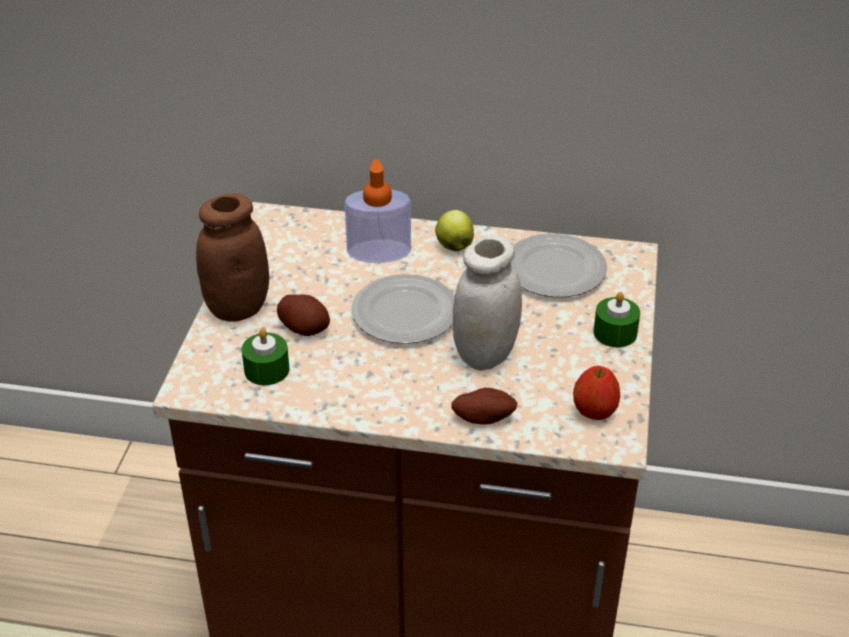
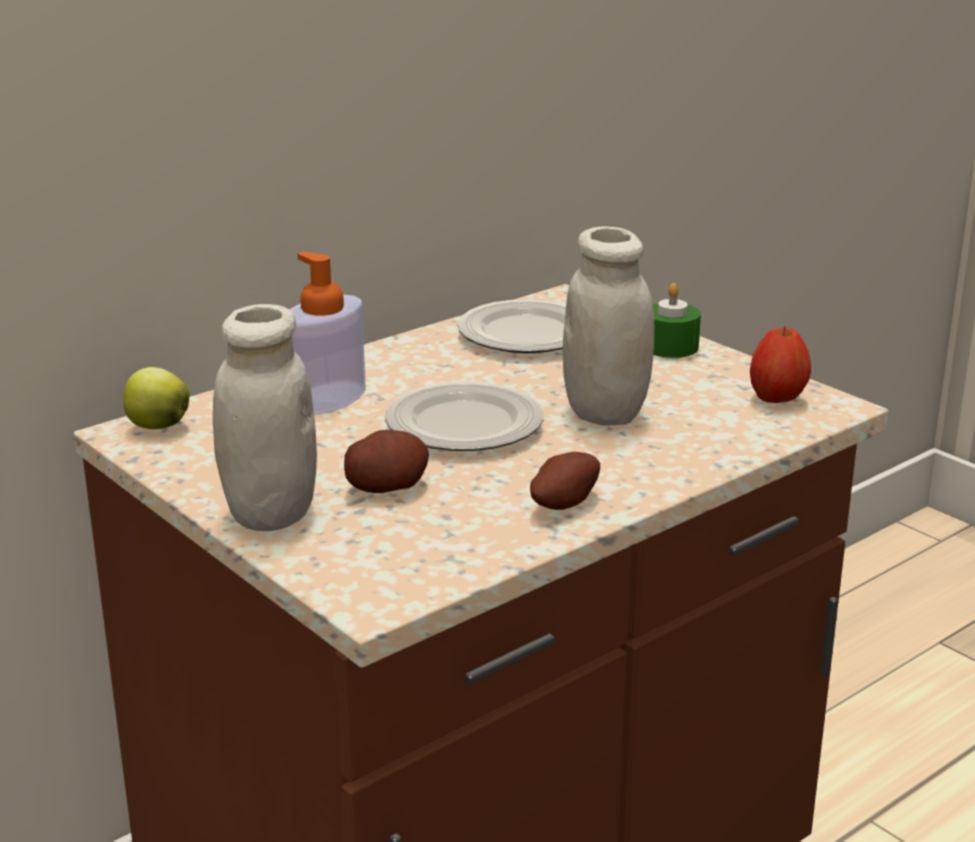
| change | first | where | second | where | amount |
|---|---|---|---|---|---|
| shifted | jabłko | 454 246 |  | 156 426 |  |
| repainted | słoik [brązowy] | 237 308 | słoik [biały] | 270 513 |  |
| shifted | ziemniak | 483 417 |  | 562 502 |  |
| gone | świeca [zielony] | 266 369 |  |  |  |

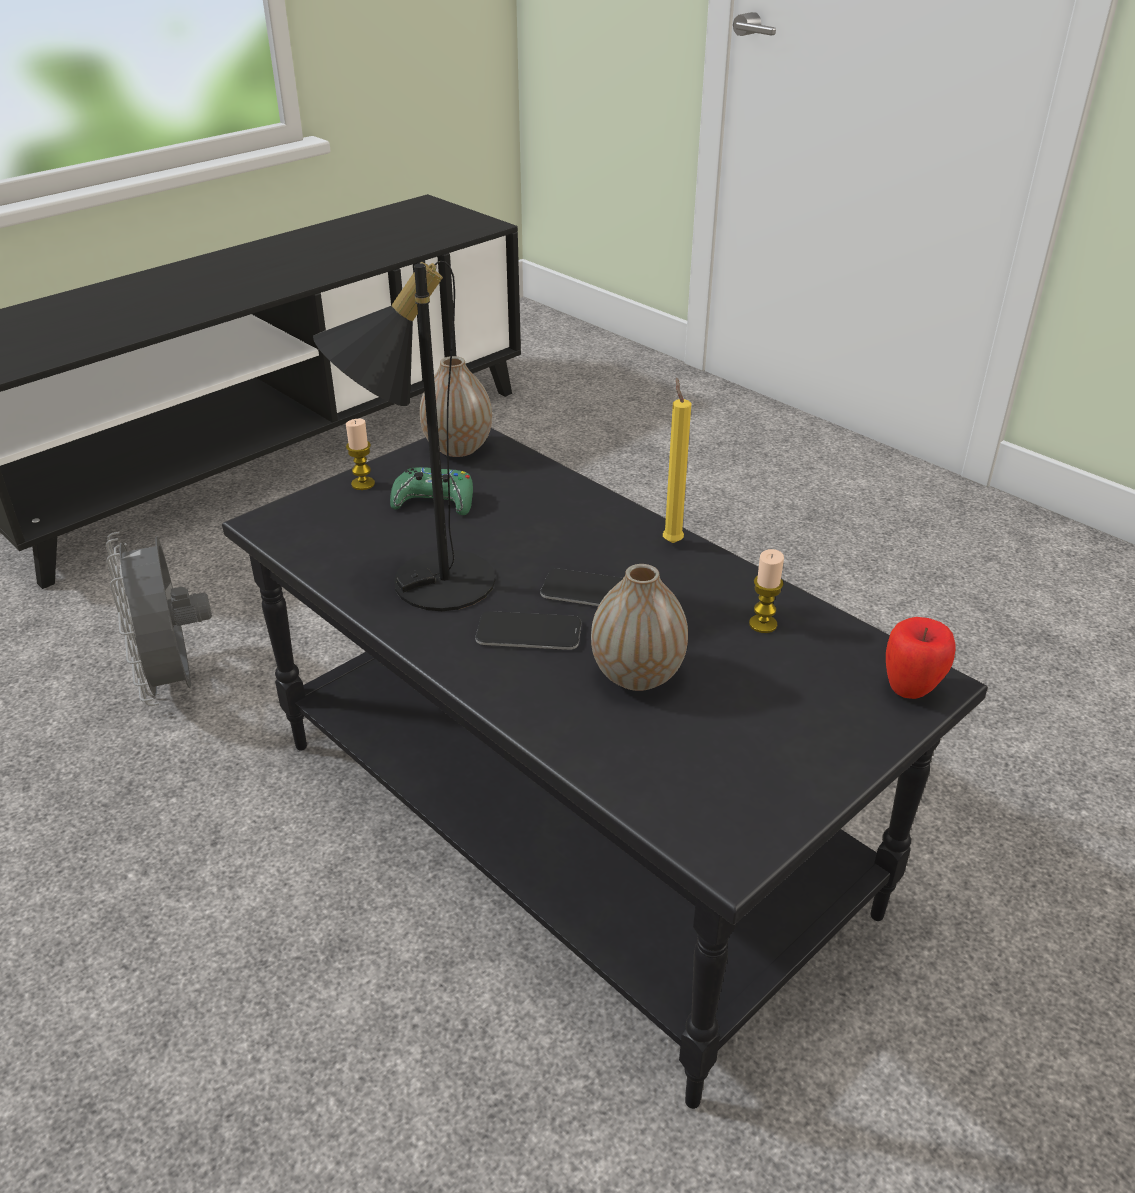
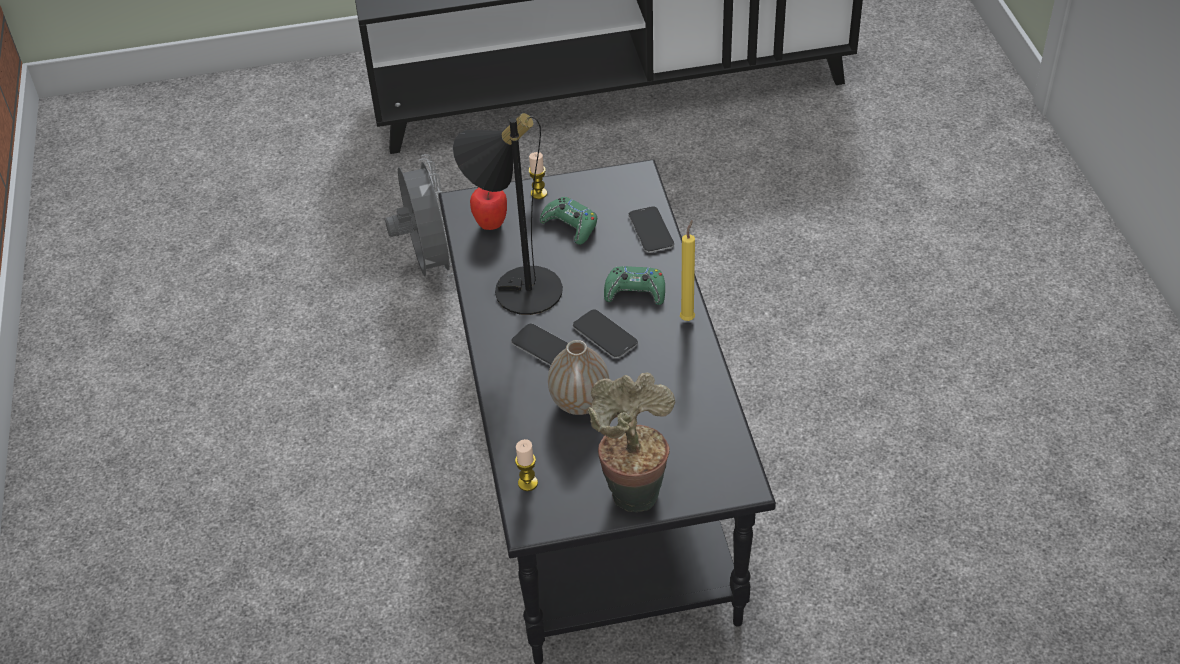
| change | first | where | second | where | amount |
|---|---|---|---|---|---|
| rotated | wentylator [szary] | 175 683 |  | 429 264 | 150 degrees clockwise |
| shifted | jabłko | 910 690 |  | 491 225 |  |
| shifted | świeca | 763 624 |  | 527 483 |  |
| new |  |  | roślina doniczkowa | 633 489 |  |
| new |  |  | pad do gier [zielony] | 635 292 |  |
| new |  |  | telefon | 651 231 |  |
| gone | wazon | 458 448 |  |  |  |

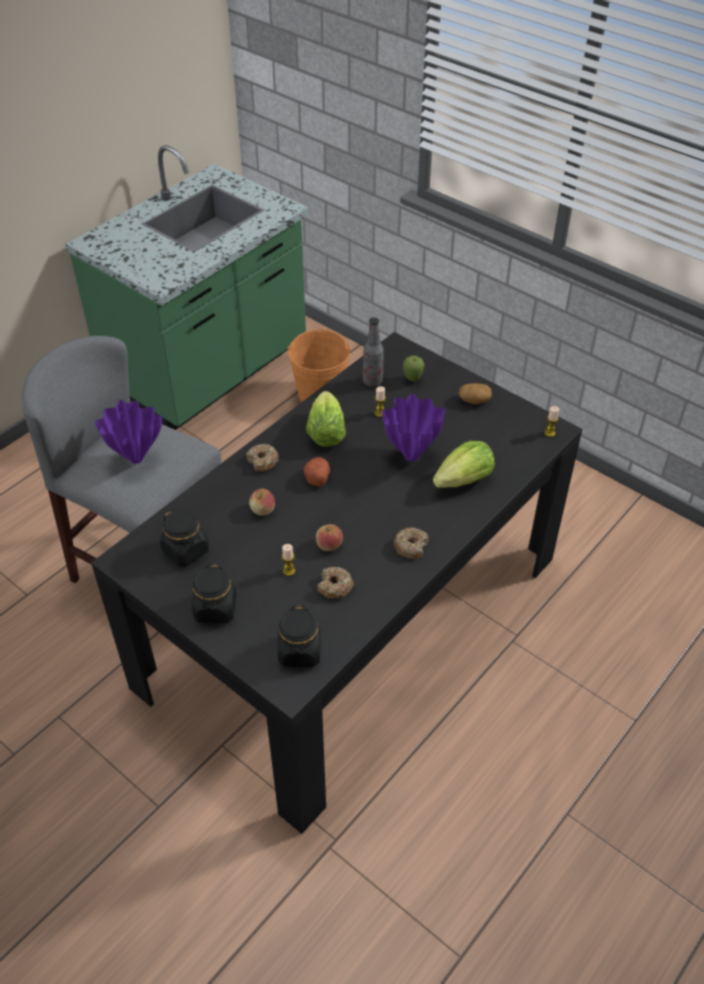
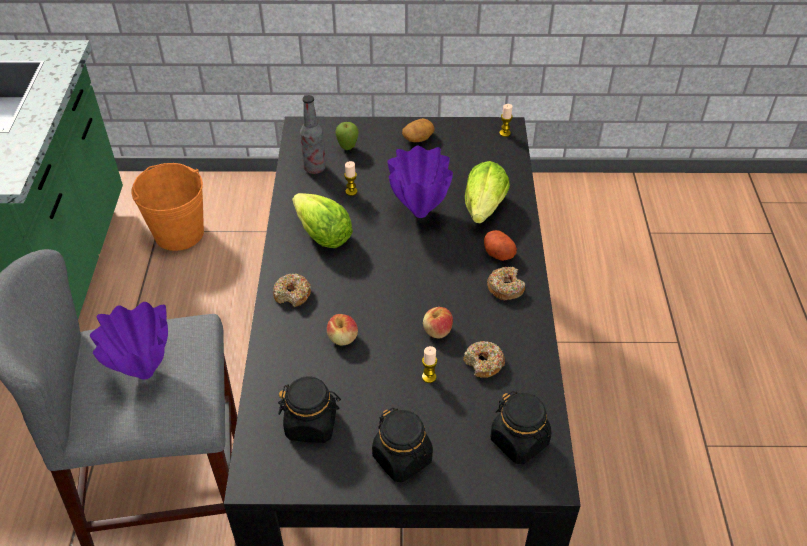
| change | first | where | second | where | amount |
|---|---|---|---|---|---|
| shifted | ziemniak | 317 477 |  | 497 252 |  |

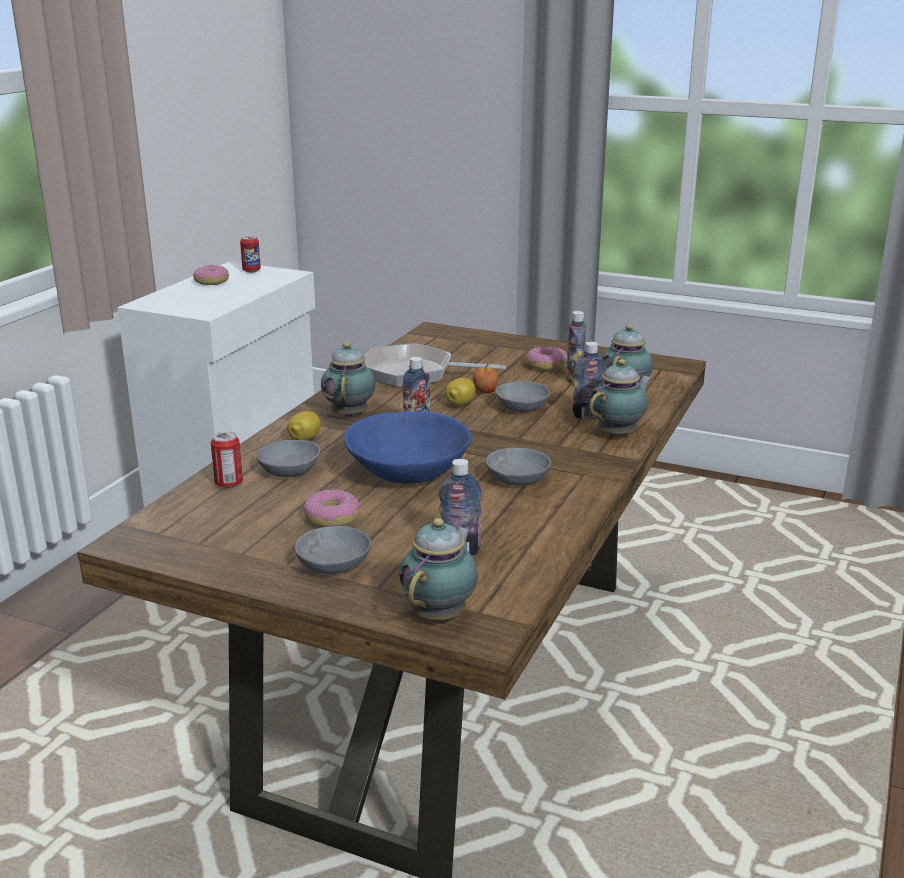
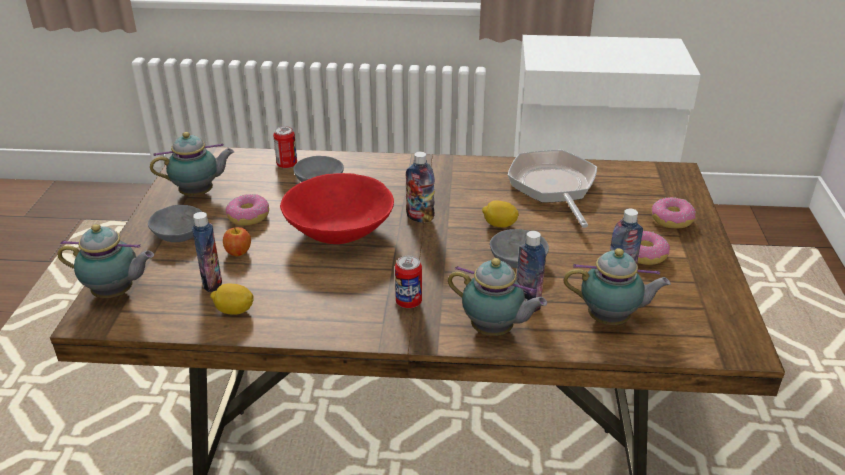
| change | first | where | second | where | amount |
|---|---|---|---|---|---|
| shifted | imbryk | 350 413 |  | 199 194 |  |
| shifted | cytryna | 304 439 |  | 234 311 |  |
| shifted | jabłko | 485 391 |  | 238 252 |  |
| repainted | miska [niebieski] | 408 472 | miska [czerwony] | 340 230 |  |
| shifted | puszka | 251 271 |  | 408 302 |  |
| shifted | donut | 211 281 |  | 671 219 |  |
| gone | miska [szary] | 517 480 |  |  |  |

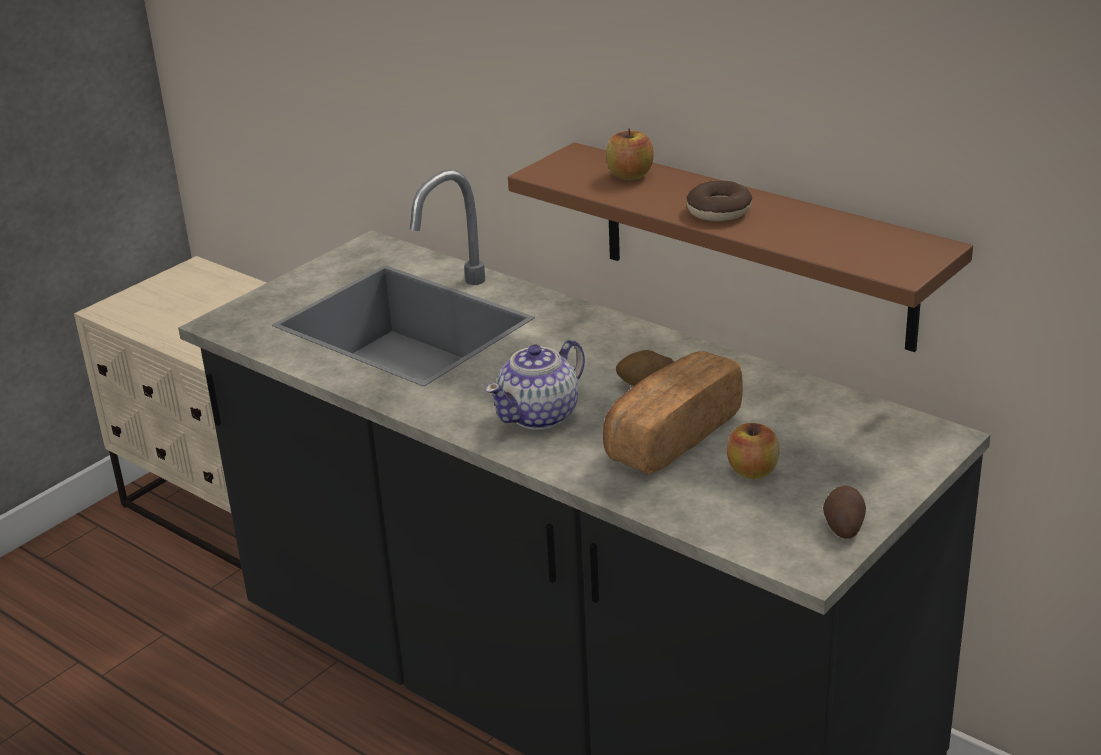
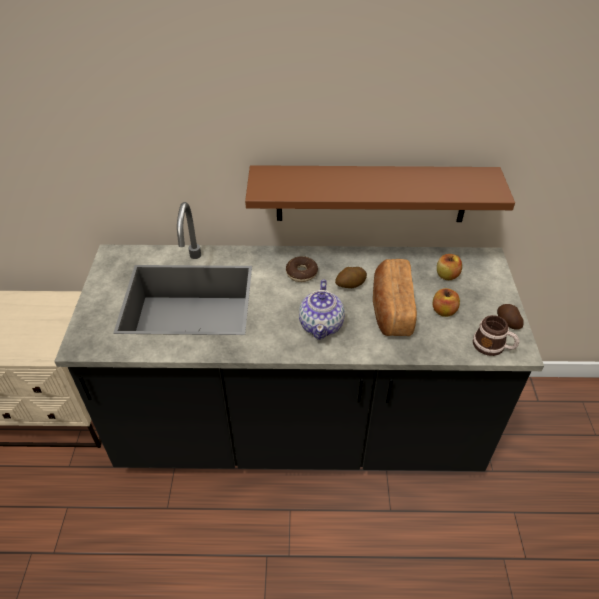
| change | first | where | second | where | amount |
|---|---|---|---|---|---|
| shifted | donut | 719 211 |  | 301 273 |  |
| shifted | jabłko | 630 175 |  | 447 275 |  |
| new |  |  | kubek | 493 346 |  |

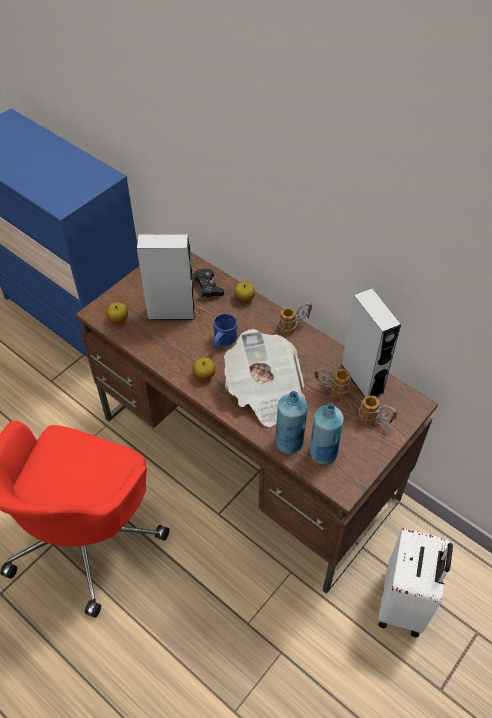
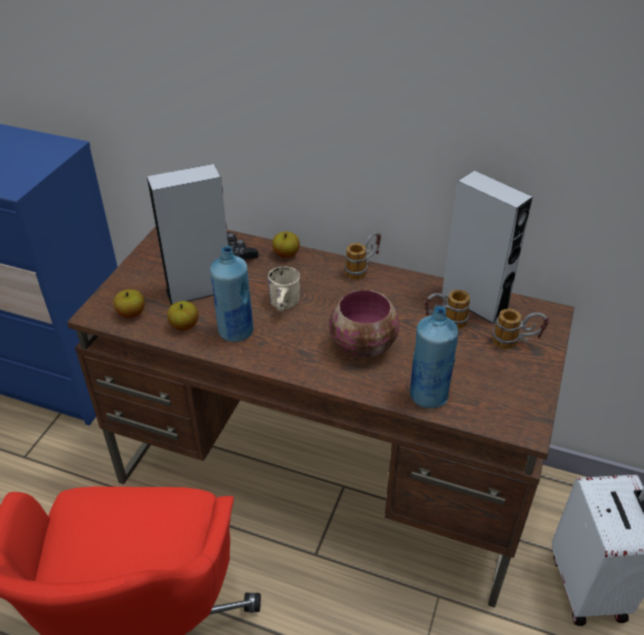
| change | first | where | second | where | amount |
|---|---|---|---|---|---|
| shifted | jabłko | 204 375 |  | 184 325 |  |
| shifted | butelka [niebieski] | 323 453 |  | 235 332 |  |
| repainted | kubek [niebieski] | 225 342 | kubek [beżowy] | 286 305 |  |
| swapped | gazeta | 264 391 | miska | 364 346 |  |

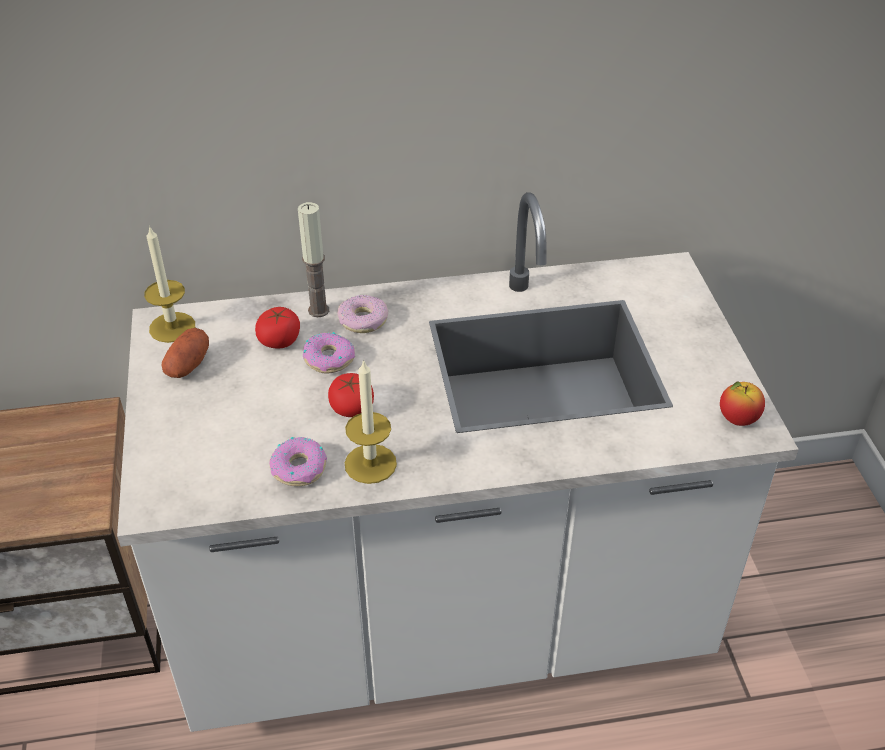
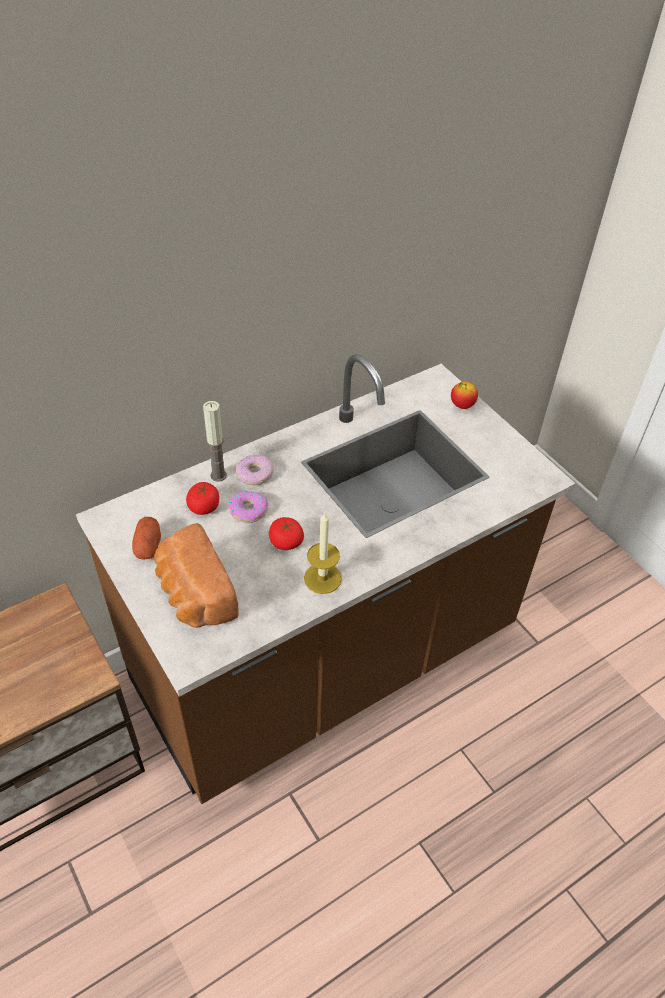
| change | first | where | second | where | amount |
|---|---|---|---|---|---|
| repainted | zabudowa kuchenna [biały] | 442 618 | zabudowa kuchenna [brązowy] | 326 660 |  |
| new |  |  | chleb | 194 594 |  |
| shifted | jabłko | 737 419 |  | 462 405 |  |
| gone | świeca | 172 327 |  |  |  |
| gone | donut | 299 468 |  |  |  |

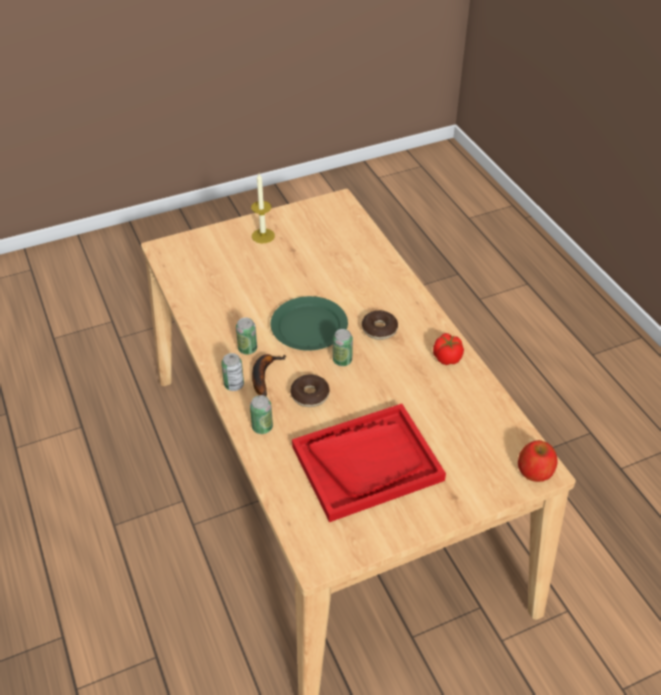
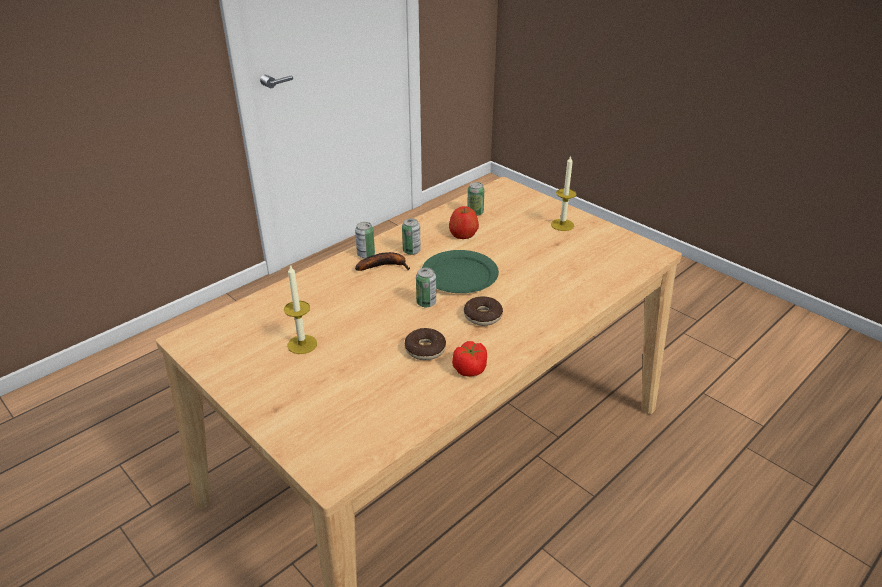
| change | first | where | second | where | amount |
|---|---|---|---|---|---|
| swapped | taca [czerwony] | 367 463 | świeca | 302 344 |  |
| shifted | donut | 310 395 |  | 425 349 |  |
| shifted | jabłko | 535 470 |  | 463 234 |  |
| shifted | puszka | 262 427 |  | 475 212 |  |

